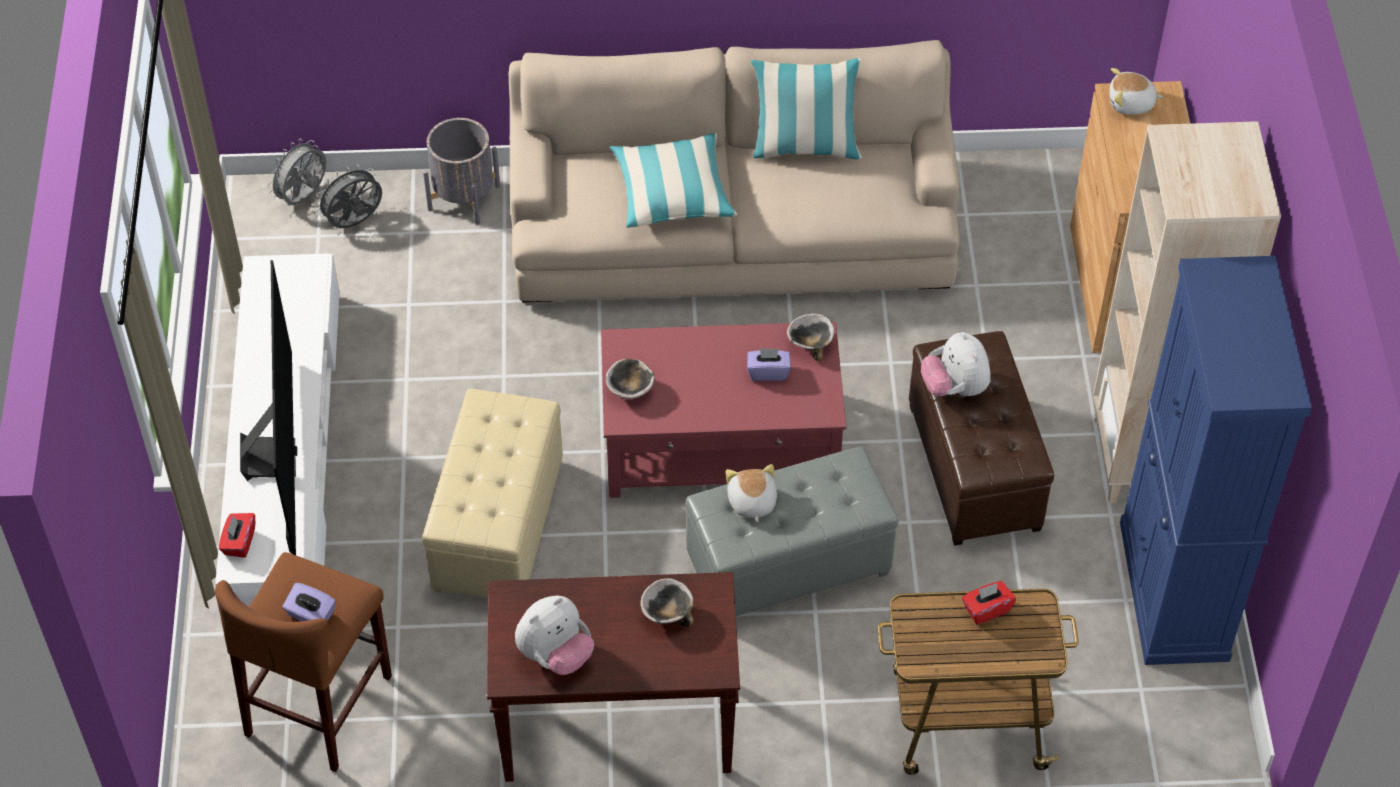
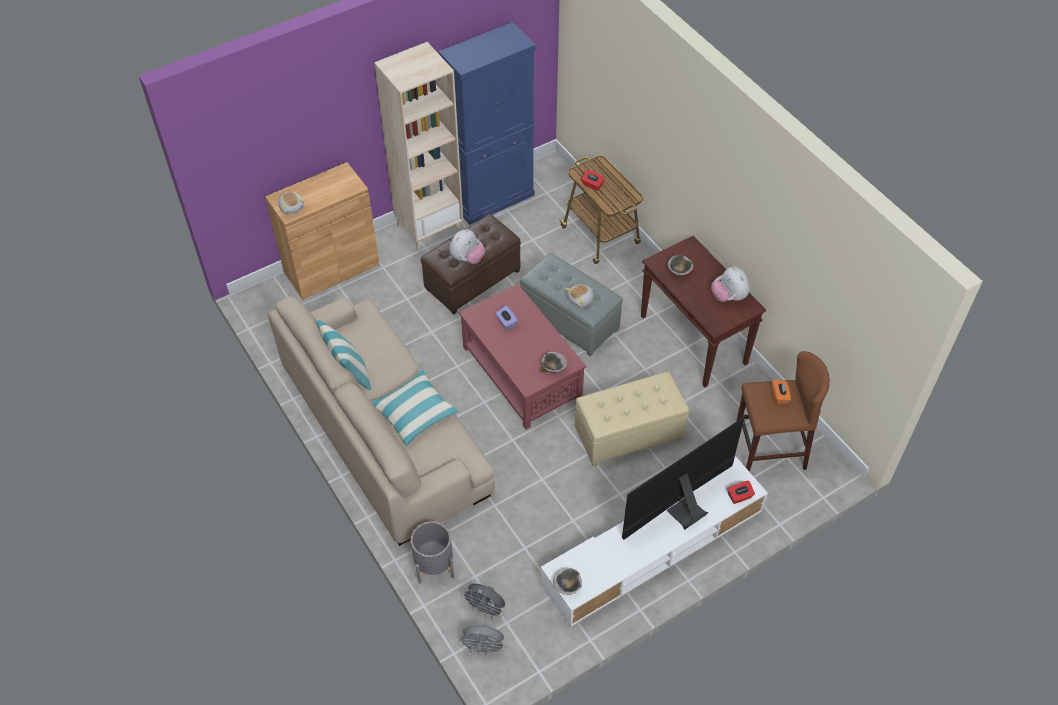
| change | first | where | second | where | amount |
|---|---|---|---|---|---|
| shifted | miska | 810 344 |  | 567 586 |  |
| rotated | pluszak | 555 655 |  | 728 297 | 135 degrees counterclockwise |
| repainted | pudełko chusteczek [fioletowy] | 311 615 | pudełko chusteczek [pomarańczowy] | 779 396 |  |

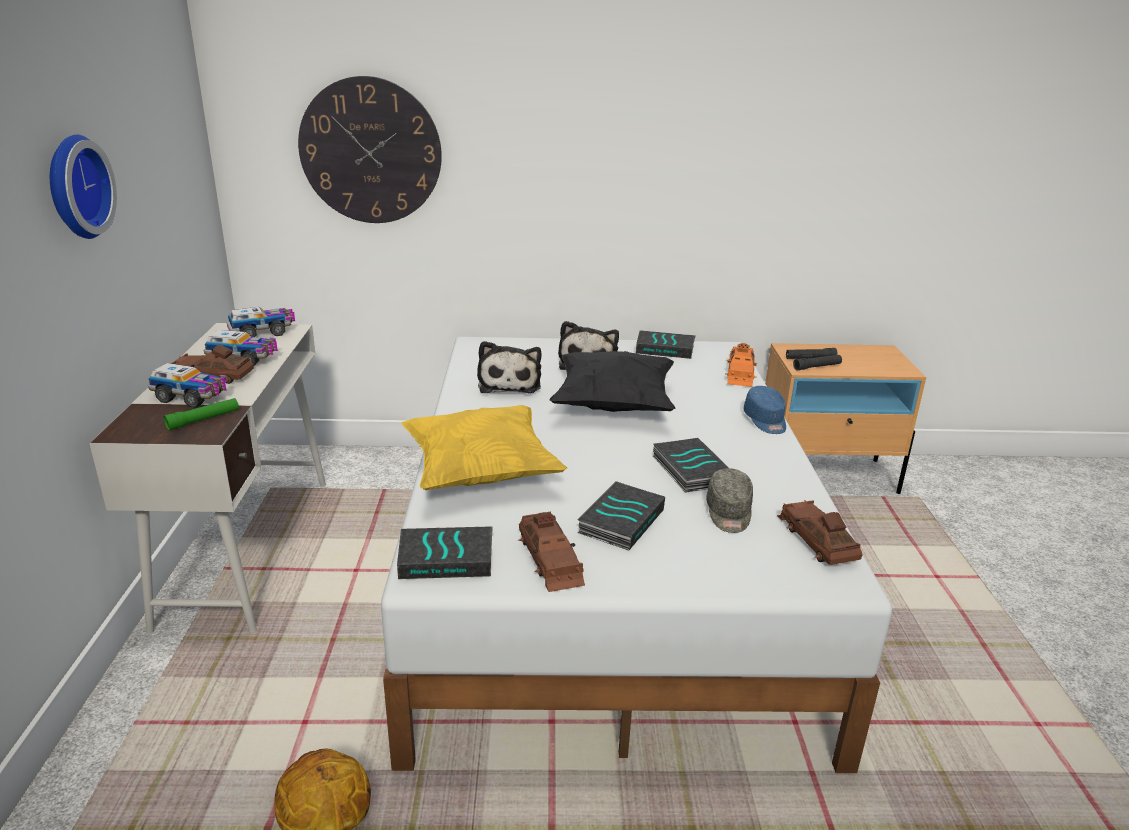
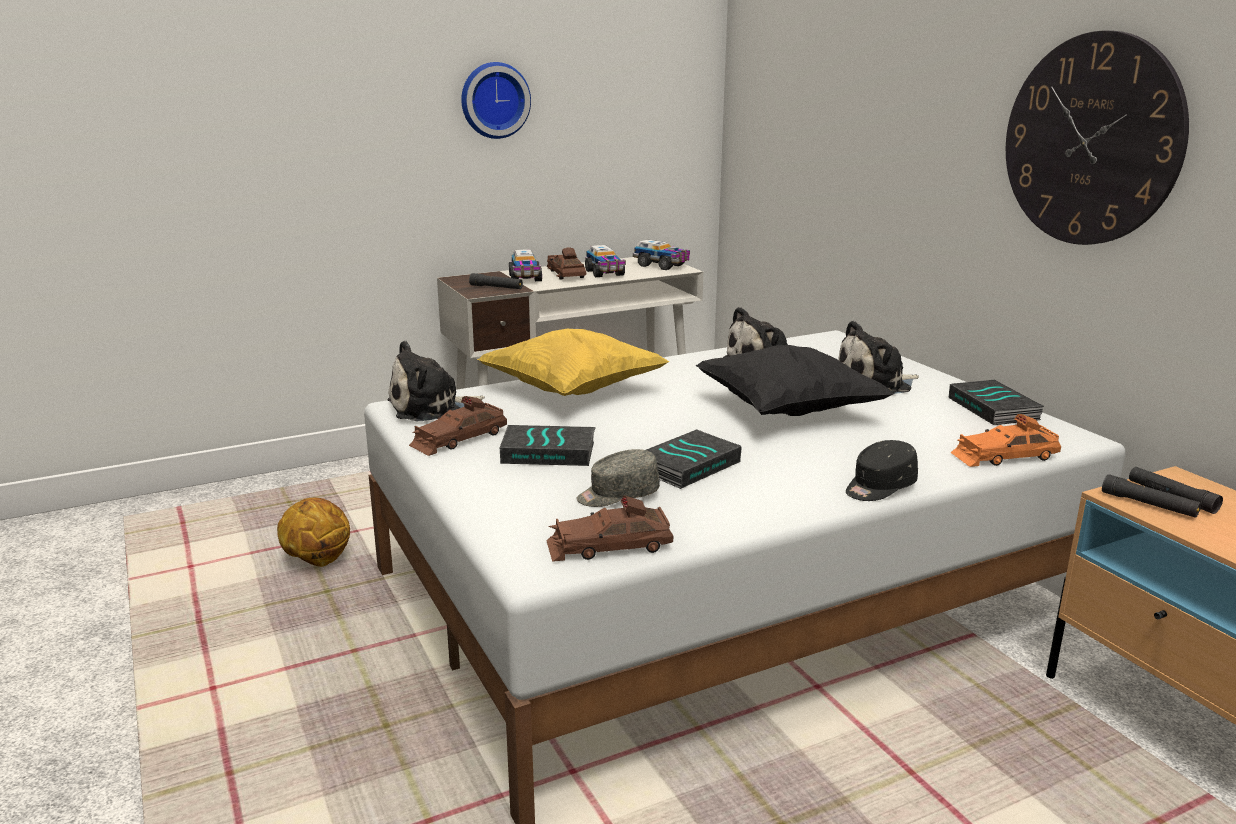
| change | first | where | second | where | amount |
|---|---|---|---|---|---|
| swapped | książka | 447 558 | pluszak | 431 407 |  |
| repainted | latarka [zielony] | 203 420 | latarka [czarny] | 496 287 |  |
| rotated | samochodzik [brązowy] | 816 540 |  | 609 546 | 150 degrees counterclockwise |
| repainted | czapka z daszkiem [niebieski] | 765 421 | czapka z daszkiem [czarny] | 879 487 |  |
| shifted | zegar ścienny | 370 151 |  | 1091 140 |  |

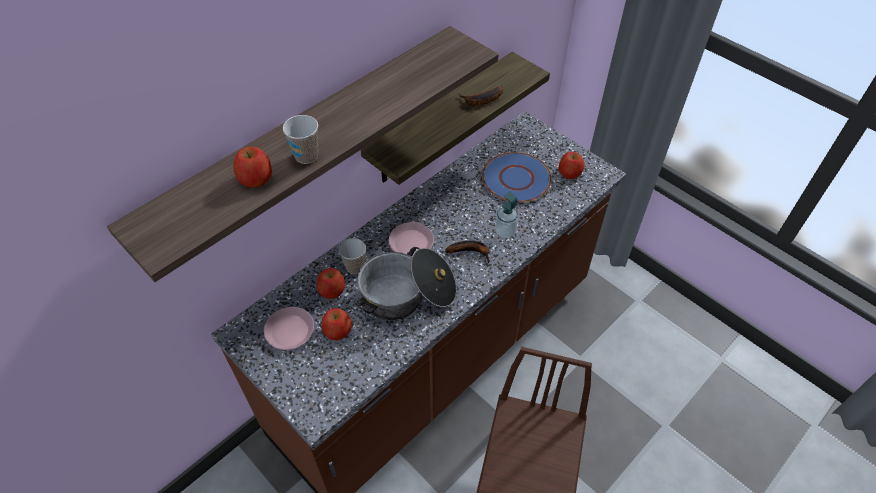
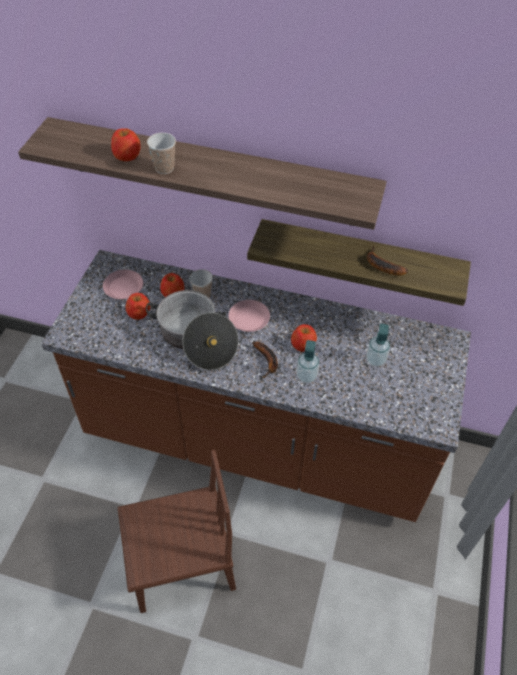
| change | first | where | second | where | amount |
|---|---|---|---|---|---|
| shifted | jabłko | 569 172 |  | 303 344 |  |
| swapped | talerz [niebieski] | 516 179 | dozownik mydła | 375 360 |  |

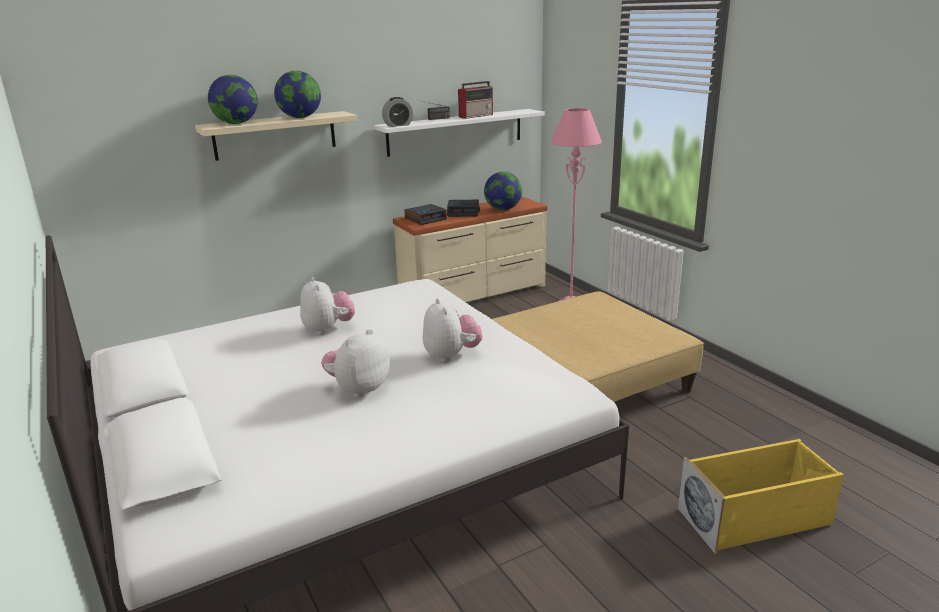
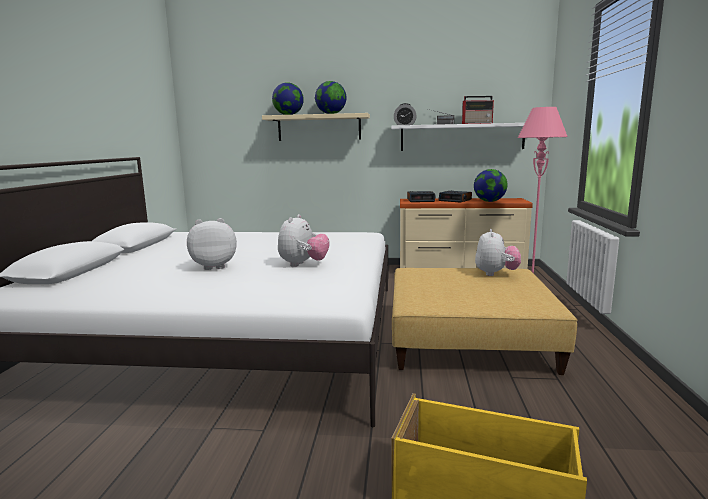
| change | first | where | second | where | amount |
|---|---|---|---|---|---|
| shifted | pluszak | 328 329 |  | 496 274 |  |

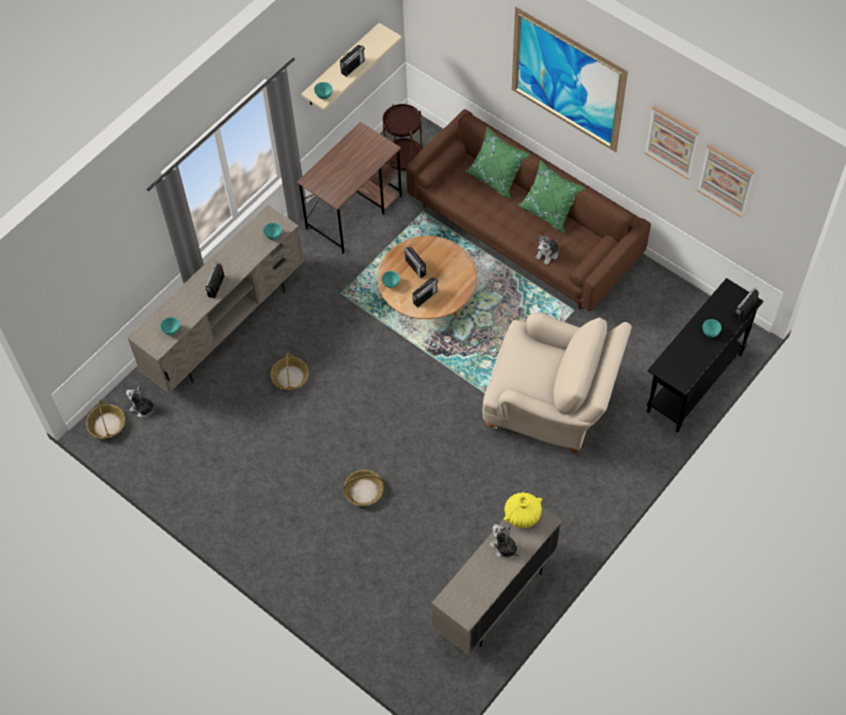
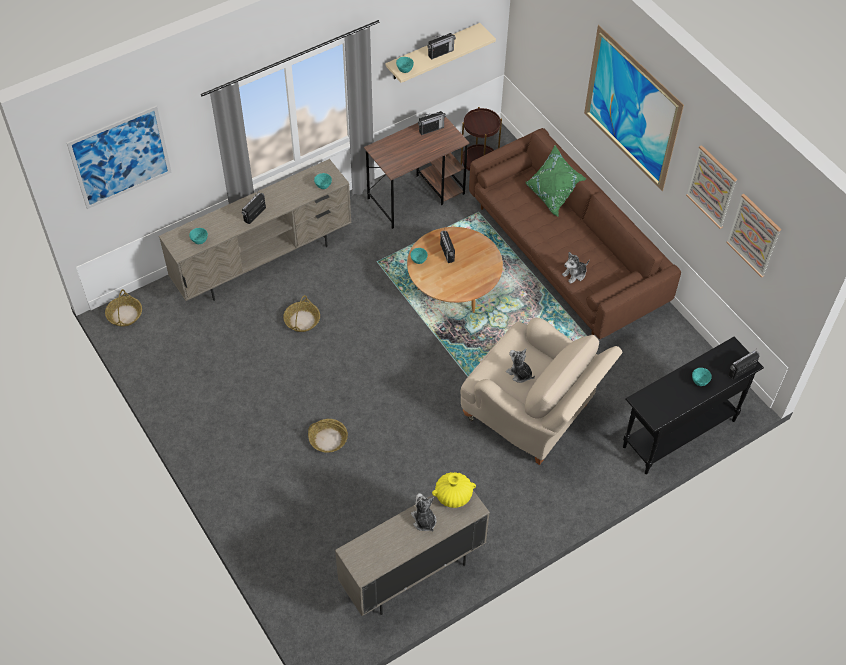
| change | first | where | second | where | amount |
|---|---|---|---|---|---|
| new |  |  | obraz | 120 157 |  |
| shifted | radio | 425 297 |  | 431 129 |  |
| shifted | pluszak | 143 408 |  | 519 374 |  |
| gone | poduszka [zielony] | 549 210 |  |  |  |

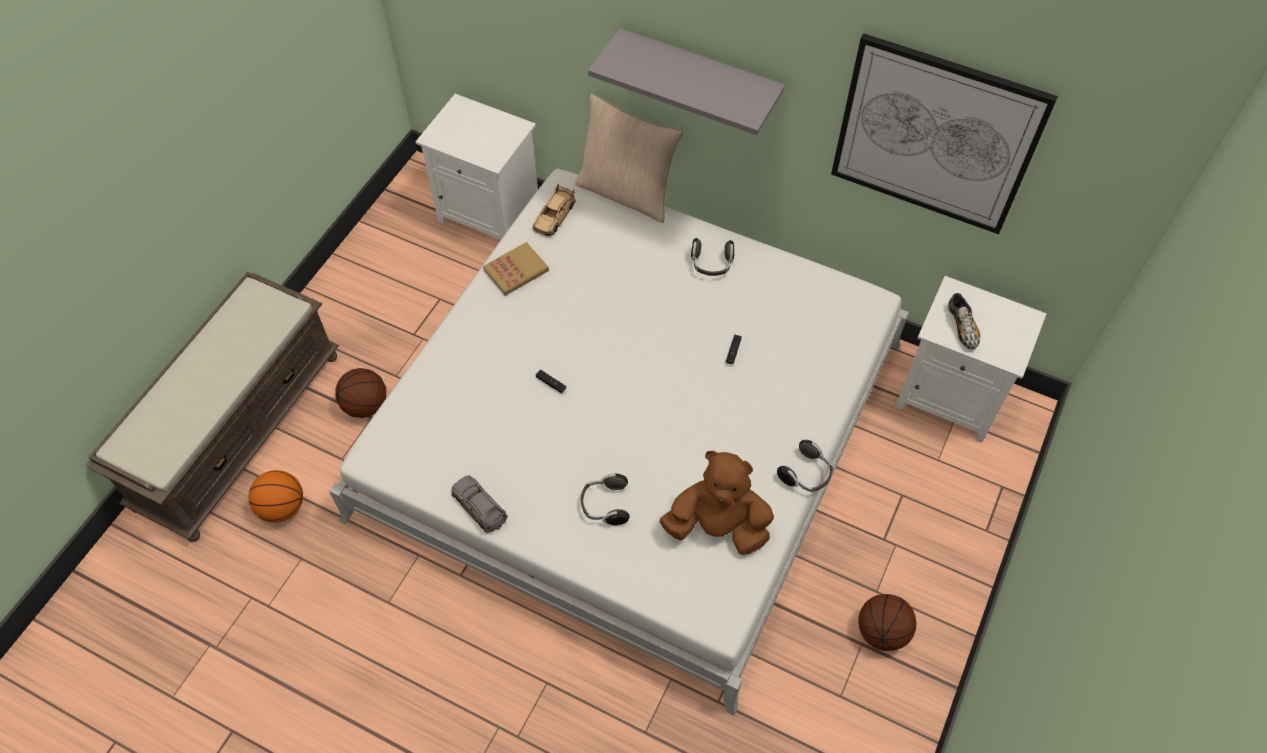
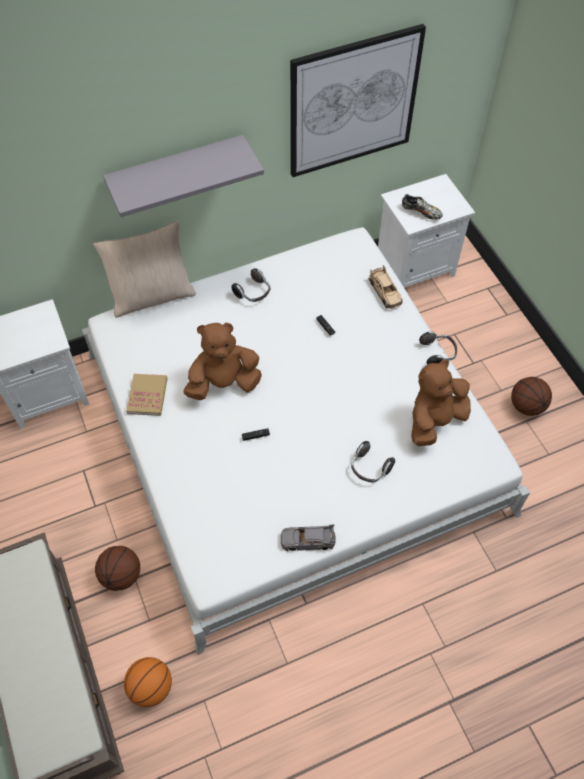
| change | first | where | second | where | amount |
|---|---|---|---|---|---|
| new |  |  | pluszak [brązowy] | 223 383 |  |
| shifted | samochodzik [beżowy] | 554 216 |  | 385 291 |  |

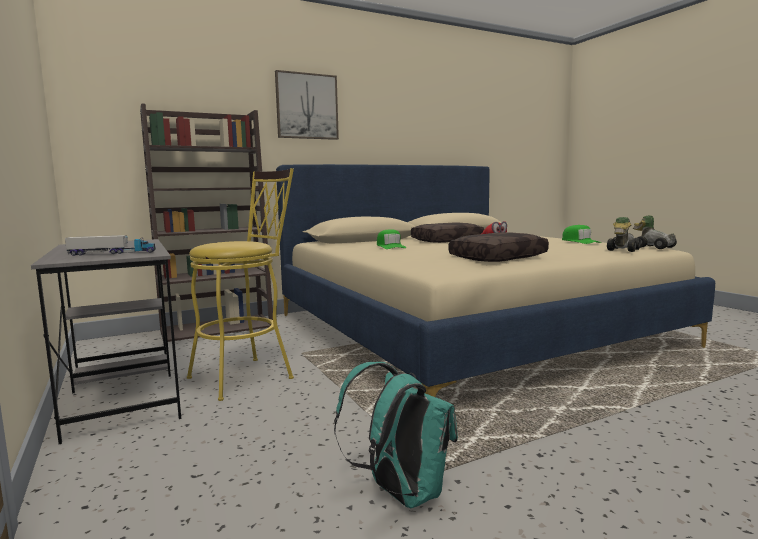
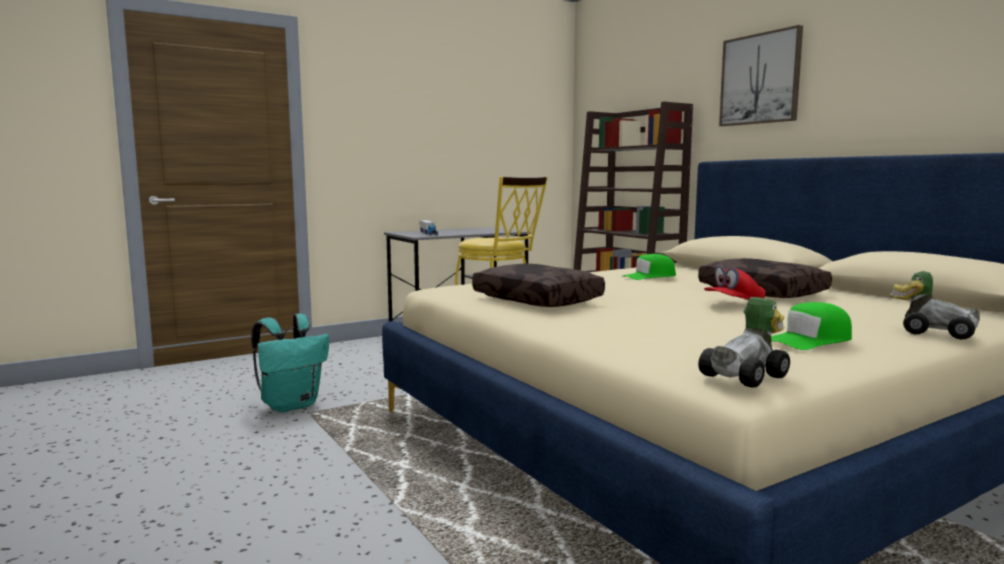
| change | first | where | second | where | amount |
|---|---|---|---|---|---|
| shifted | samochodzik | 622 250 |  | 932 332 |  |

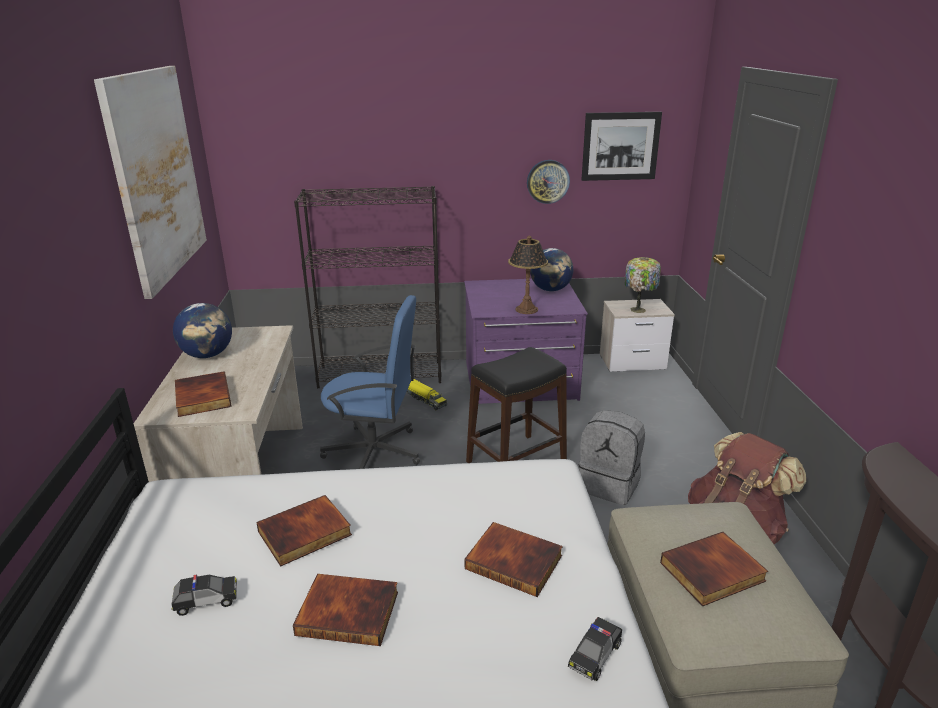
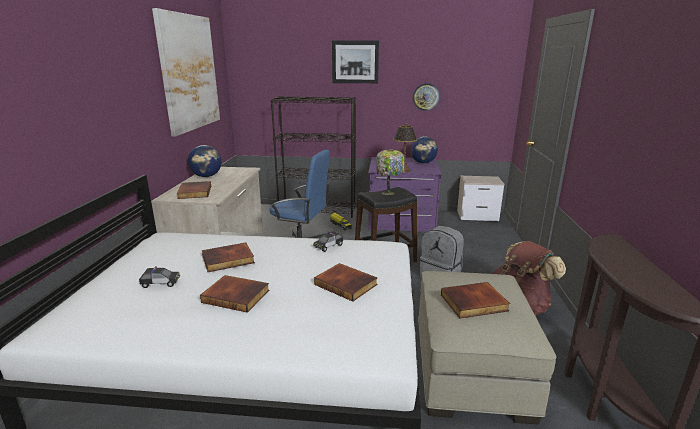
| change | first | where | second | where | amount |
|---|---|---|---|---|---|
| shifted | samochodzik | 595 655 |  | 328 246 |  |
| shifted | obraz | 620 146 |  | 355 62 |  |
| shifted | lampa stołowa | 639 309 |  | 389 193 |  |

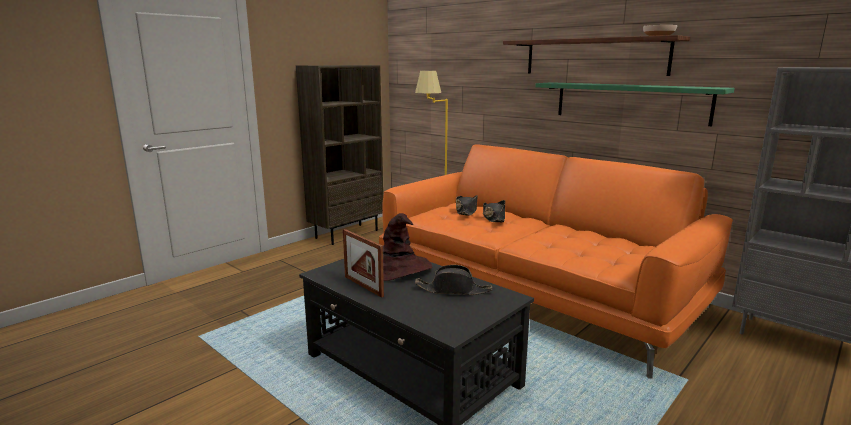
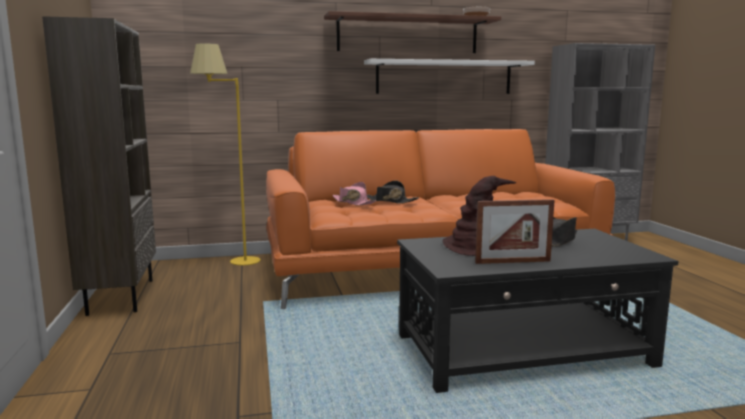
| change | first | where | second | where | amount |
|---|---|---|---|---|---|
| repainted | kapelusz [czarny] | 466 211 | kapelusz [różowy] | 353 202 |  |
| repainted | półka [zielony] | 629 102 | półka [biały] | 444 77 |  |

